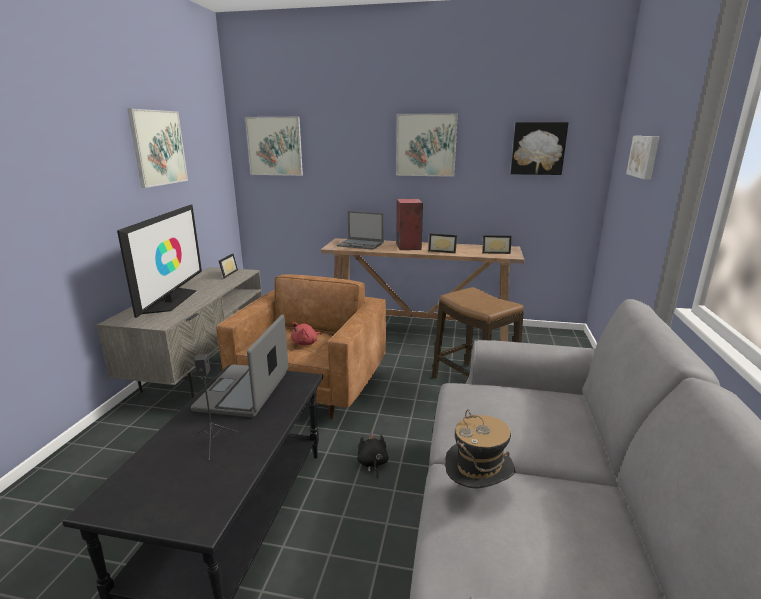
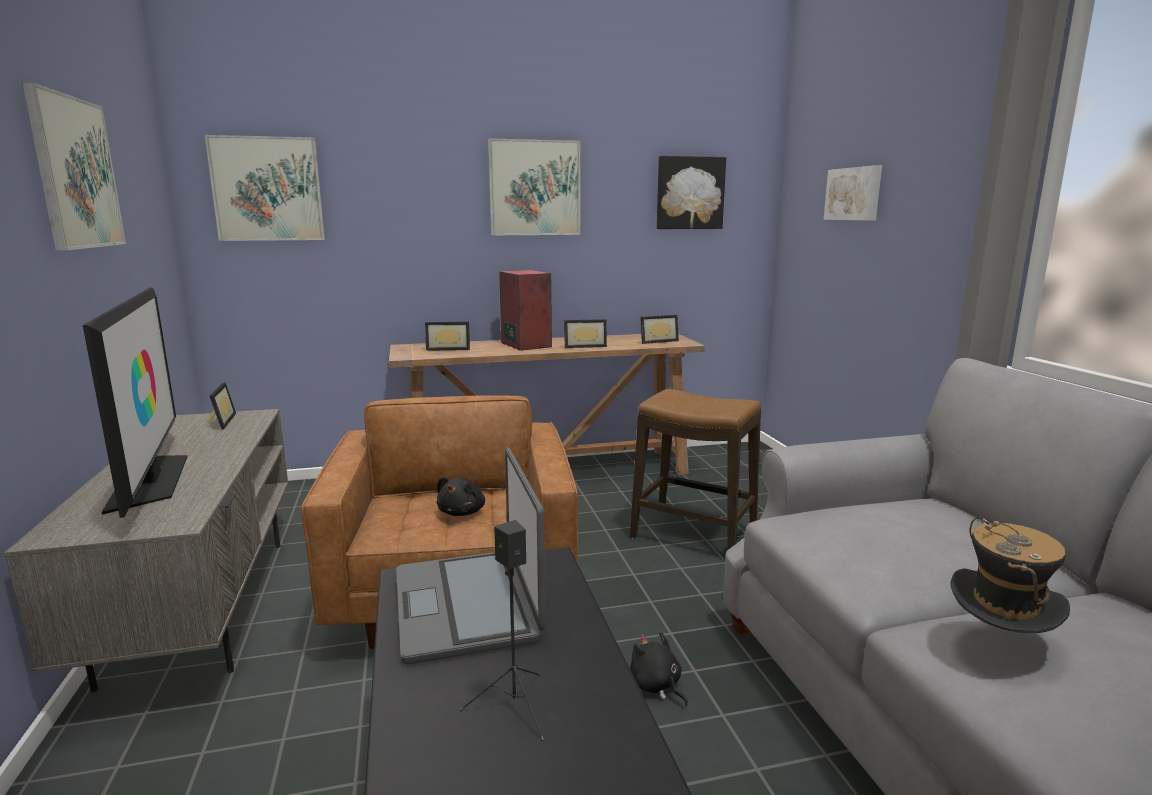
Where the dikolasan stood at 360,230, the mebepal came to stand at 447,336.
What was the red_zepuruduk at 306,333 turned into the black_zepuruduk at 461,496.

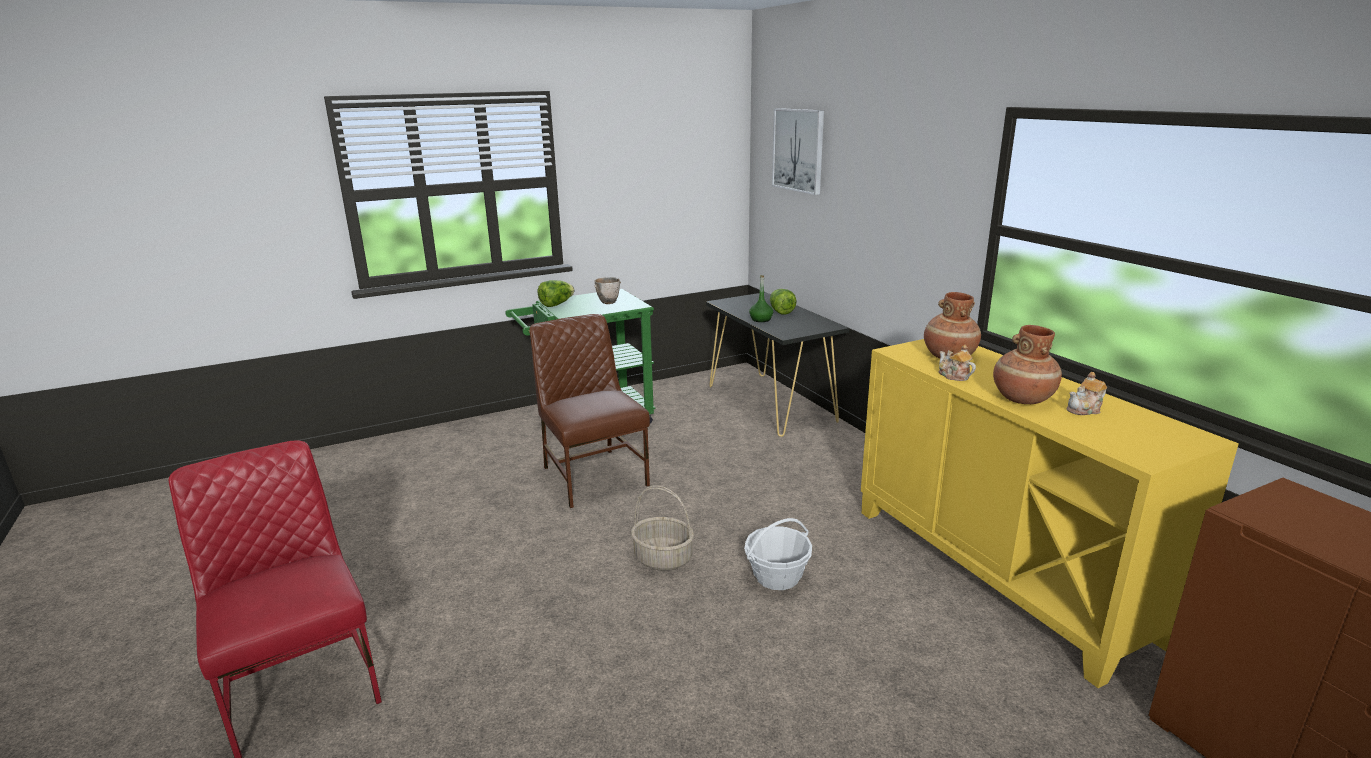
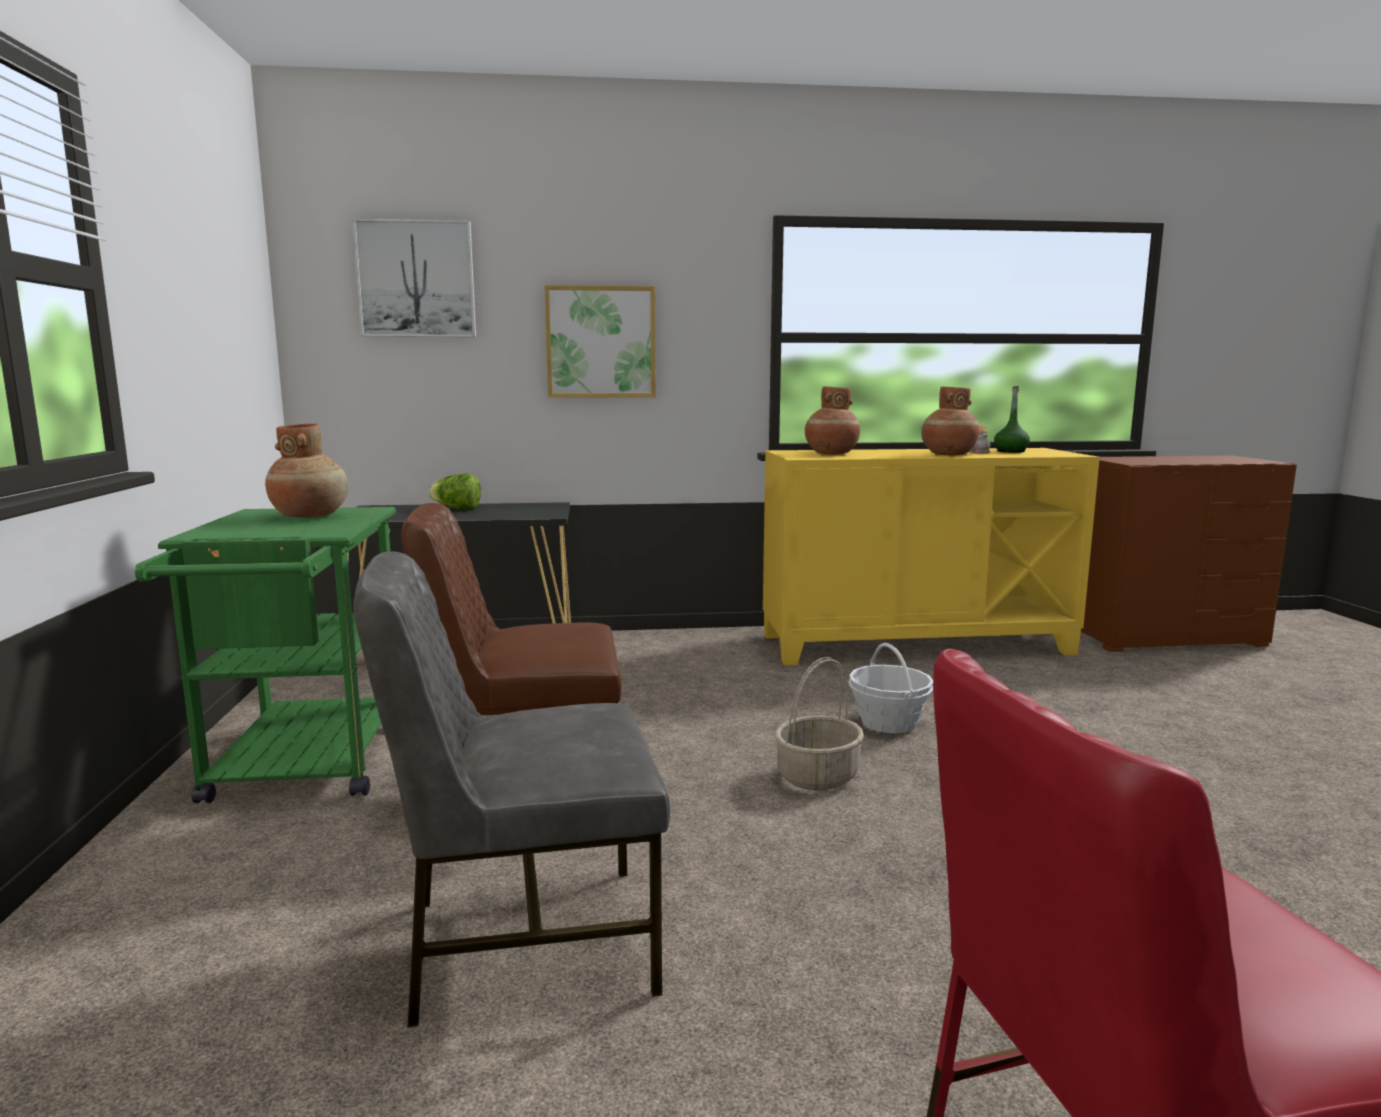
The second view lost the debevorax at 556,293.
The second view lost the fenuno at 957,362.
The second view gained the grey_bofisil at 511,790.
The second view gained the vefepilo at 600,341.
The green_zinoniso ended up elsewhere, having gone from 761,298 to 1012,419.
Where the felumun stood at 607,290, the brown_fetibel came to stand at 306,470.

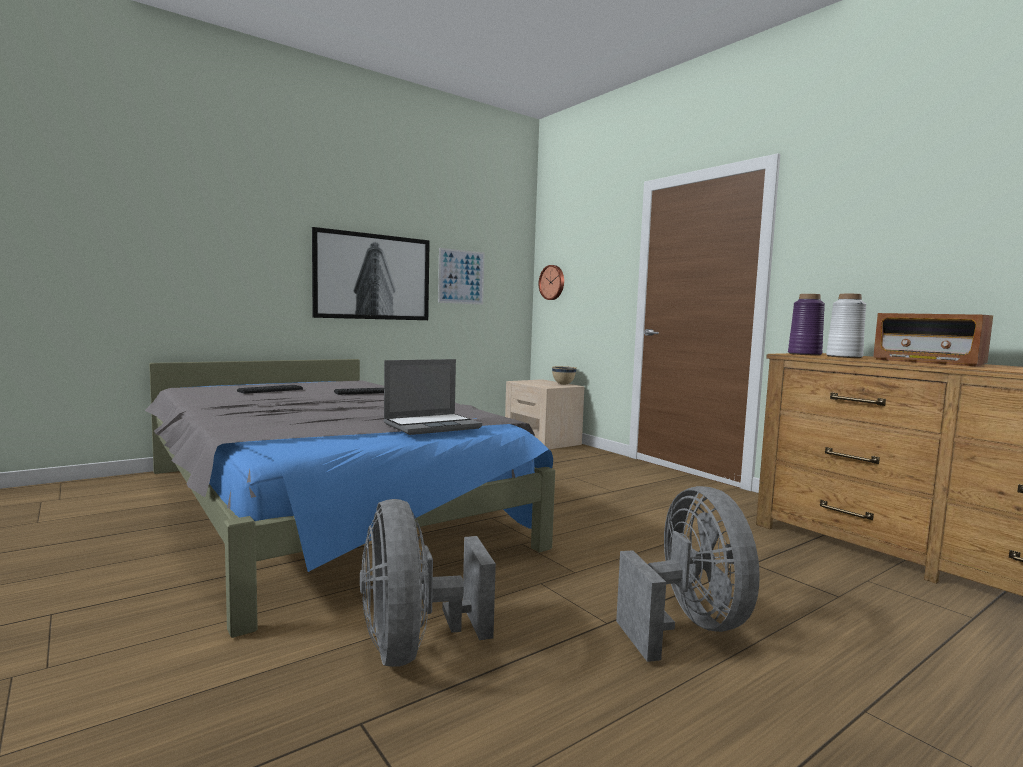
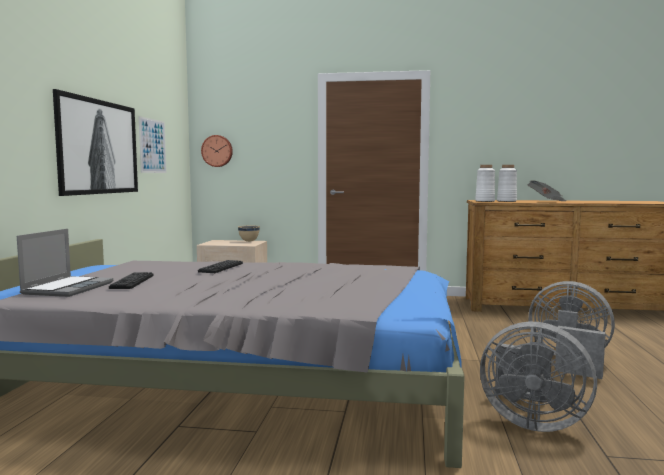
The dikolasan ended up elsewhere, having gone from 432,397 to 65,263.
Where the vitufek stood at 933,339, the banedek came to stand at 546,190.
What was the purple_fetibel at 806,325 turned into the white_fetibel at 485,183.

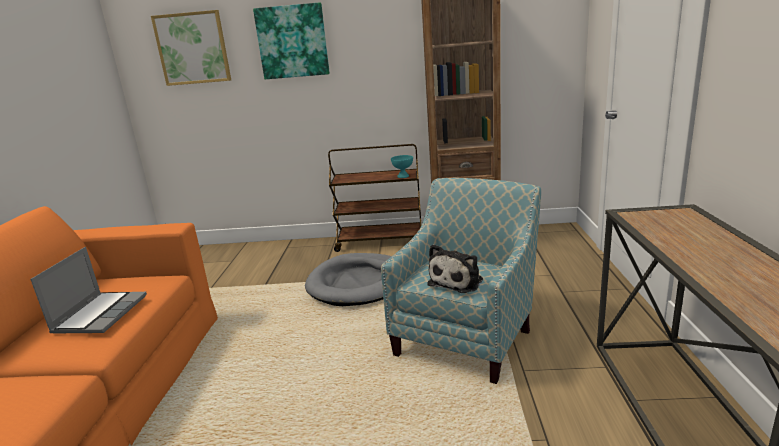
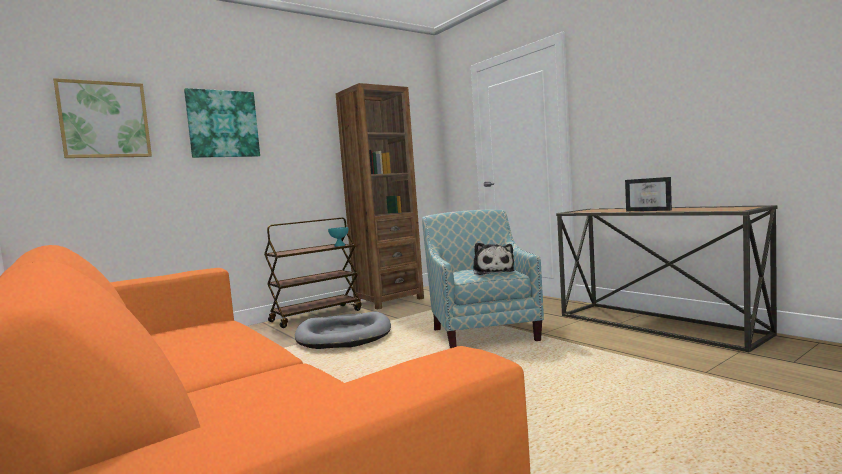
The second view lost the dikolasan at 88,290.
The second view gained the mebepal at 648,194.

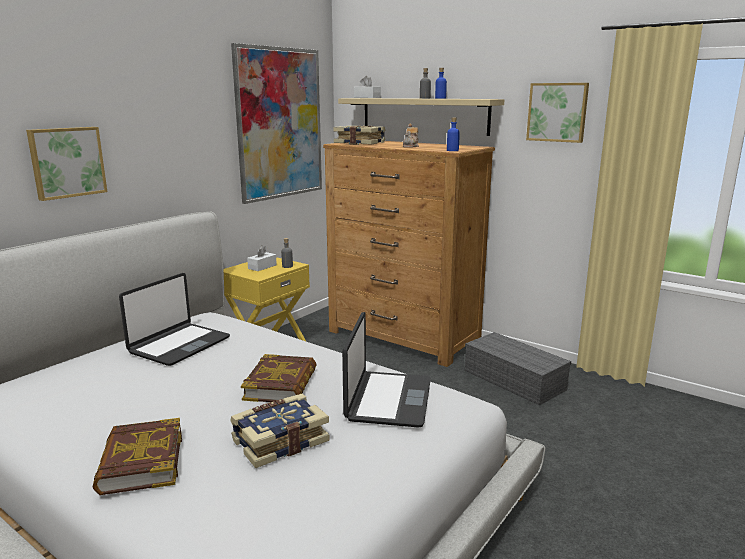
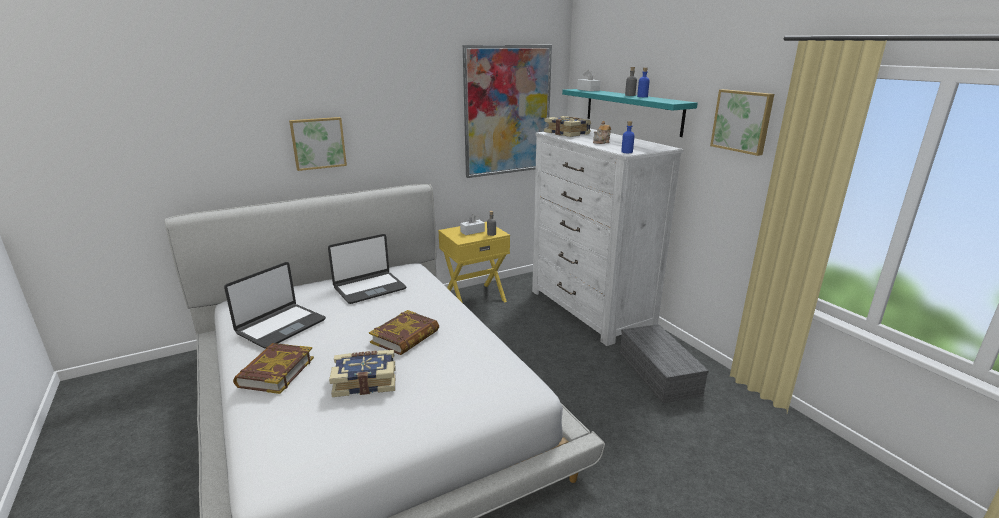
The dikolasan ended up elsewhere, having gone from 386,370 to 275,305.
What was the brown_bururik at 409,254 turned into the white_bururik at 607,237.
What was the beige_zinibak at 421,117 turned into the turquoise_zinibak at 630,113.

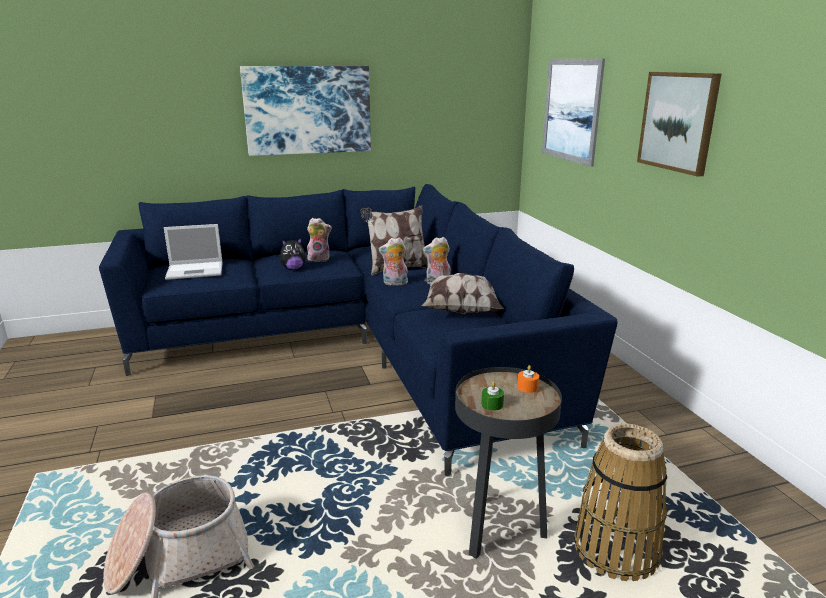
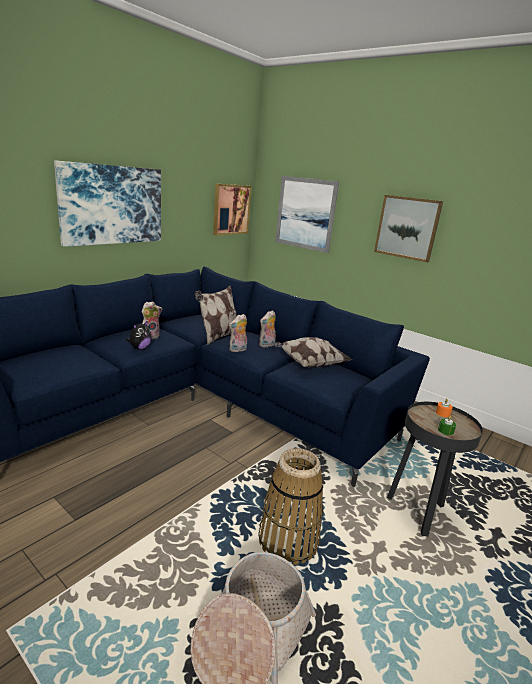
The second view lost the dikolasan at 193,252.
The second view gained the vefepilo at 232,209.
The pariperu ended up elsewhere, having gone from 620,502 to 290,506.

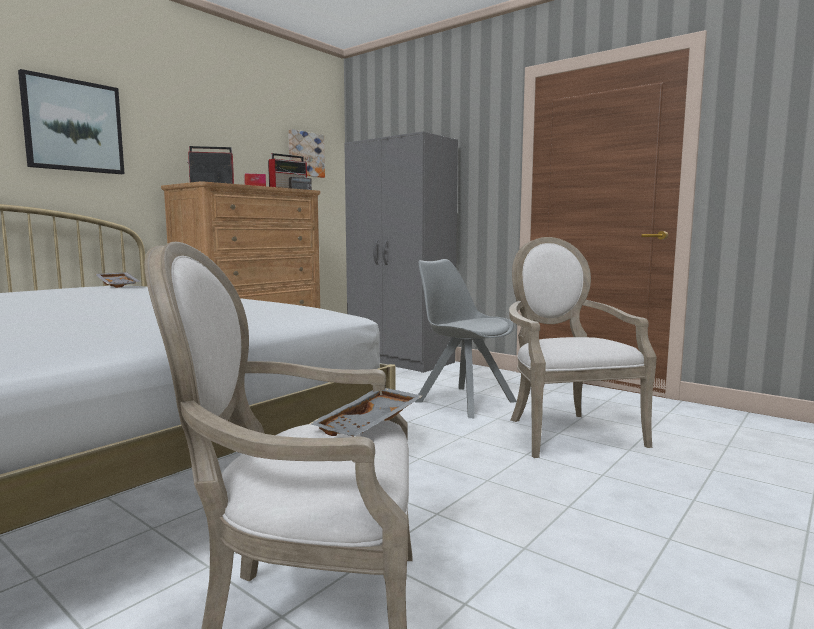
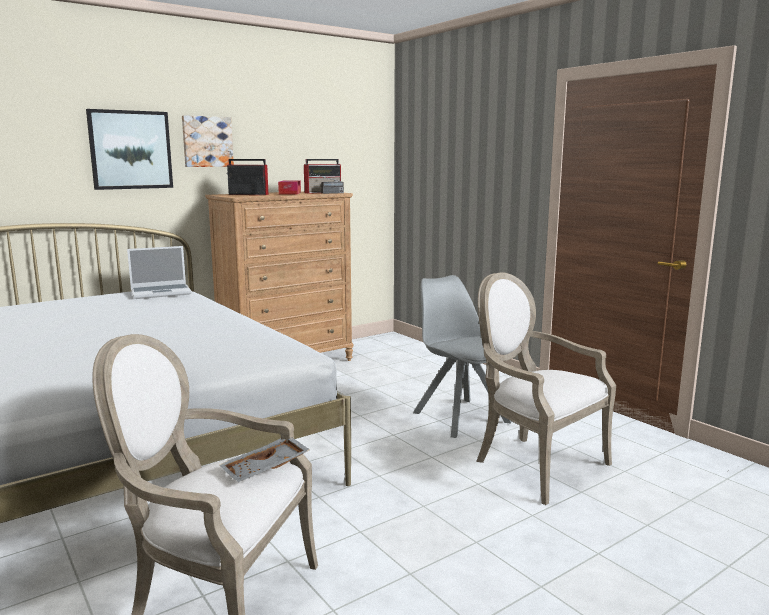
The second view lost the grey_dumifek at 401,252.
The vefepilo ended up elsewhere, having gone from 306,153 to 208,141.
Where the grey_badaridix stood at 117,280, the dikolasan came to stand at 159,272.
The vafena at 583,347 ended up facing another way, 45 degrees counterclockwise from before.

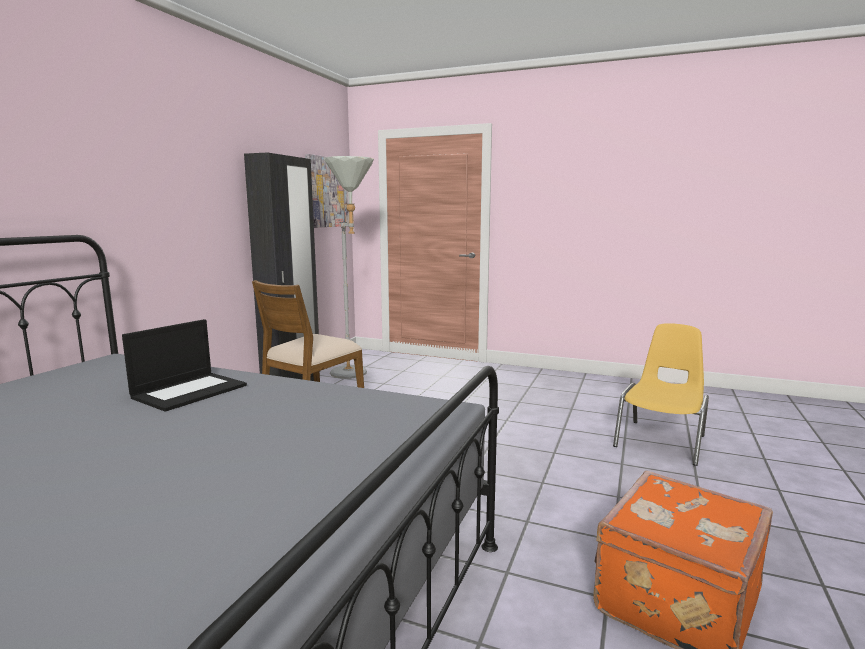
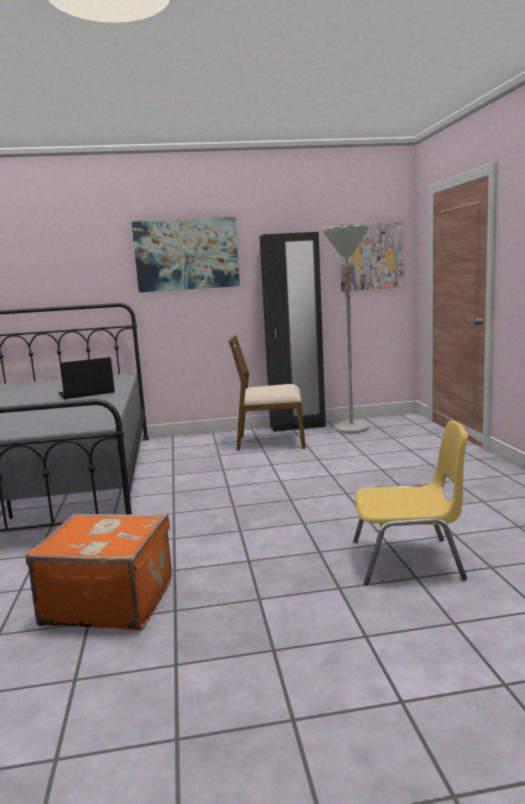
The second view gained the vefepilo at 186,254.
The dikolasan at 184,365 ended up facing another way, 150 degrees clockwise from before.

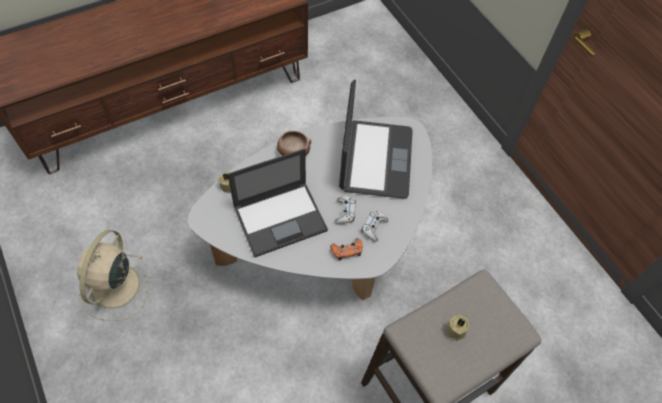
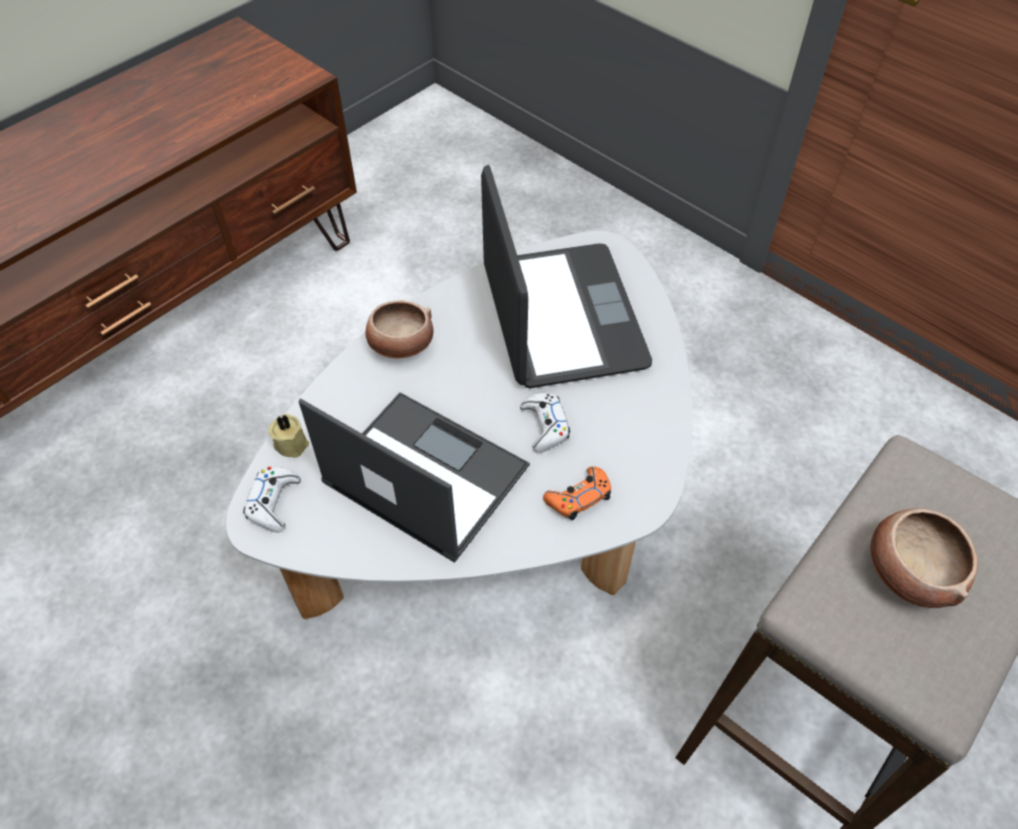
The second view lost the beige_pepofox at 113,275.
The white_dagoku ended up elsewhere, having gone from 374,226 to 272,500.
Where the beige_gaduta stood at 457,328, the felumun came to stand at 924,558.
The dikolasan at 277,202 ended up facing another way, 105 degrees counterclockwise from before.

